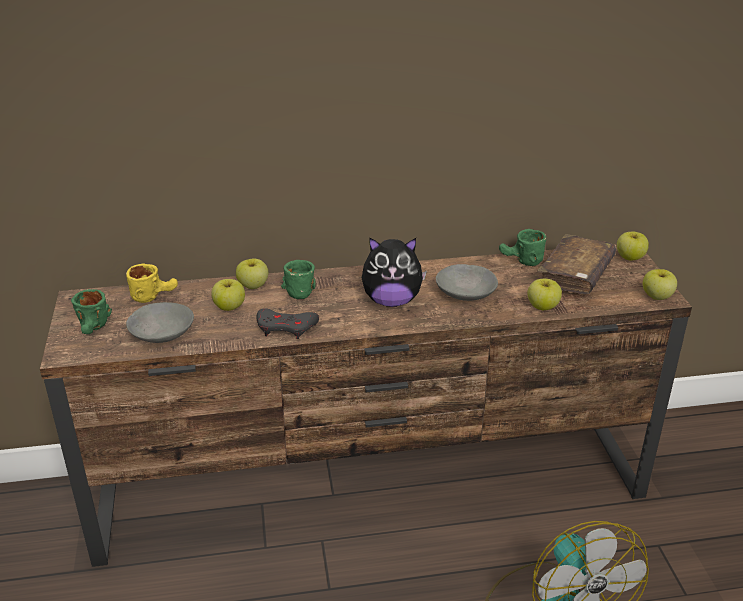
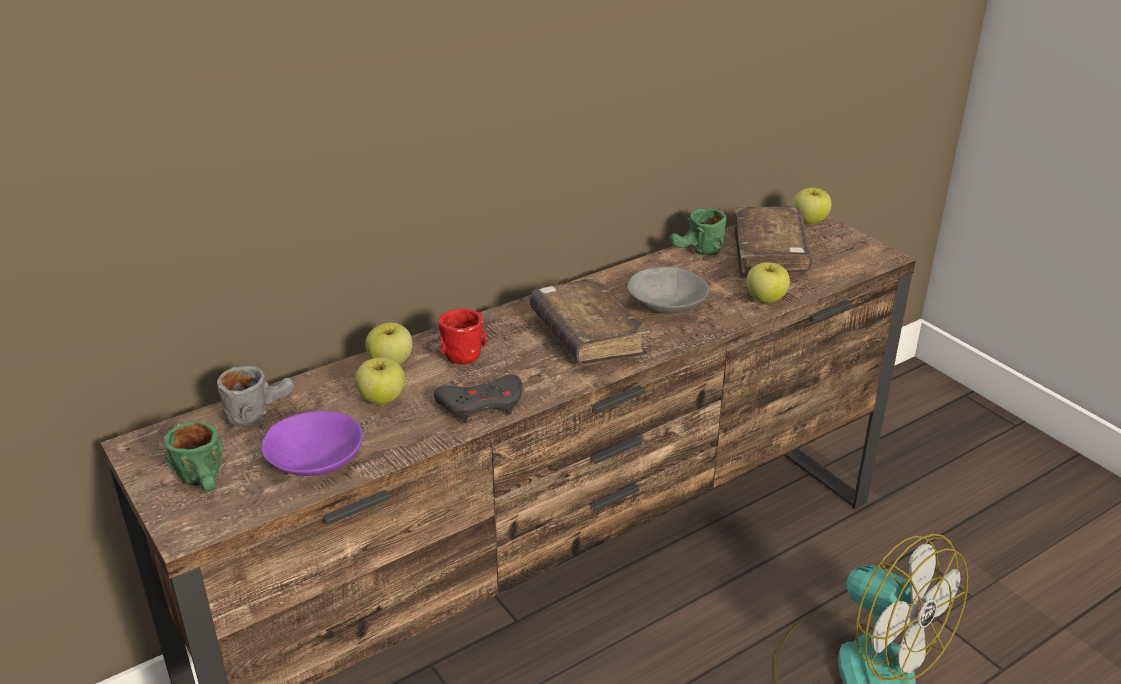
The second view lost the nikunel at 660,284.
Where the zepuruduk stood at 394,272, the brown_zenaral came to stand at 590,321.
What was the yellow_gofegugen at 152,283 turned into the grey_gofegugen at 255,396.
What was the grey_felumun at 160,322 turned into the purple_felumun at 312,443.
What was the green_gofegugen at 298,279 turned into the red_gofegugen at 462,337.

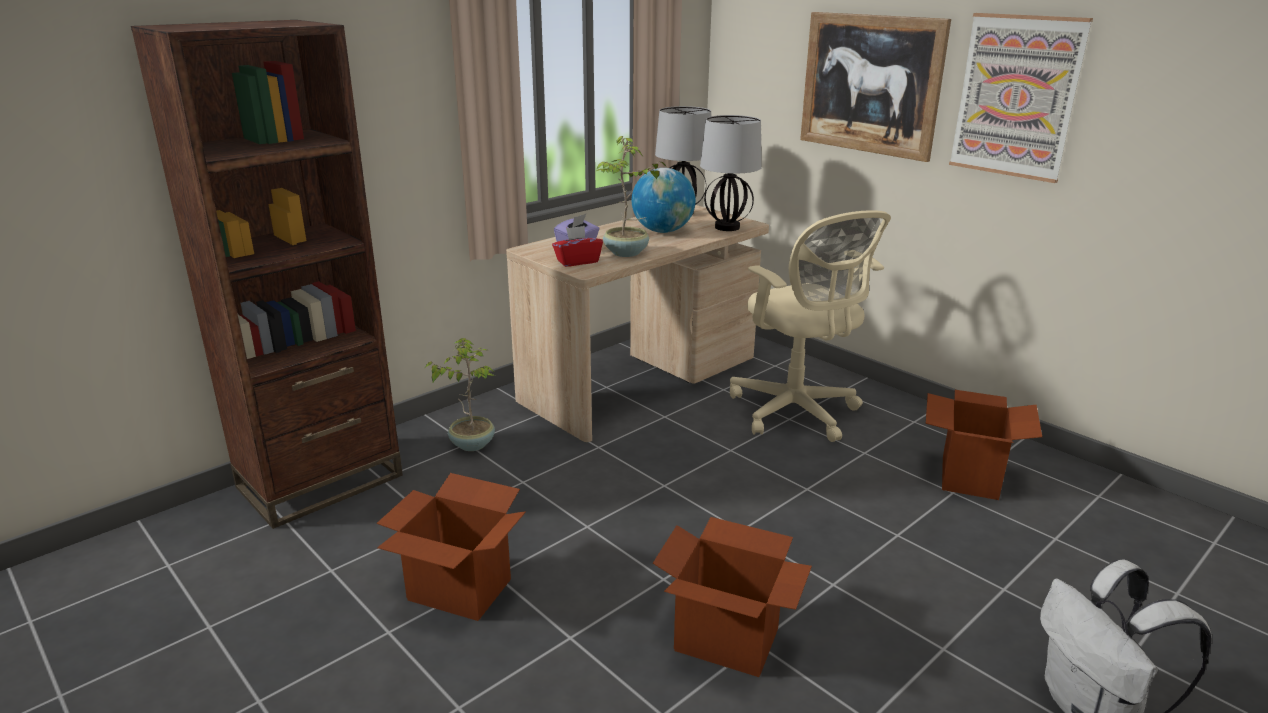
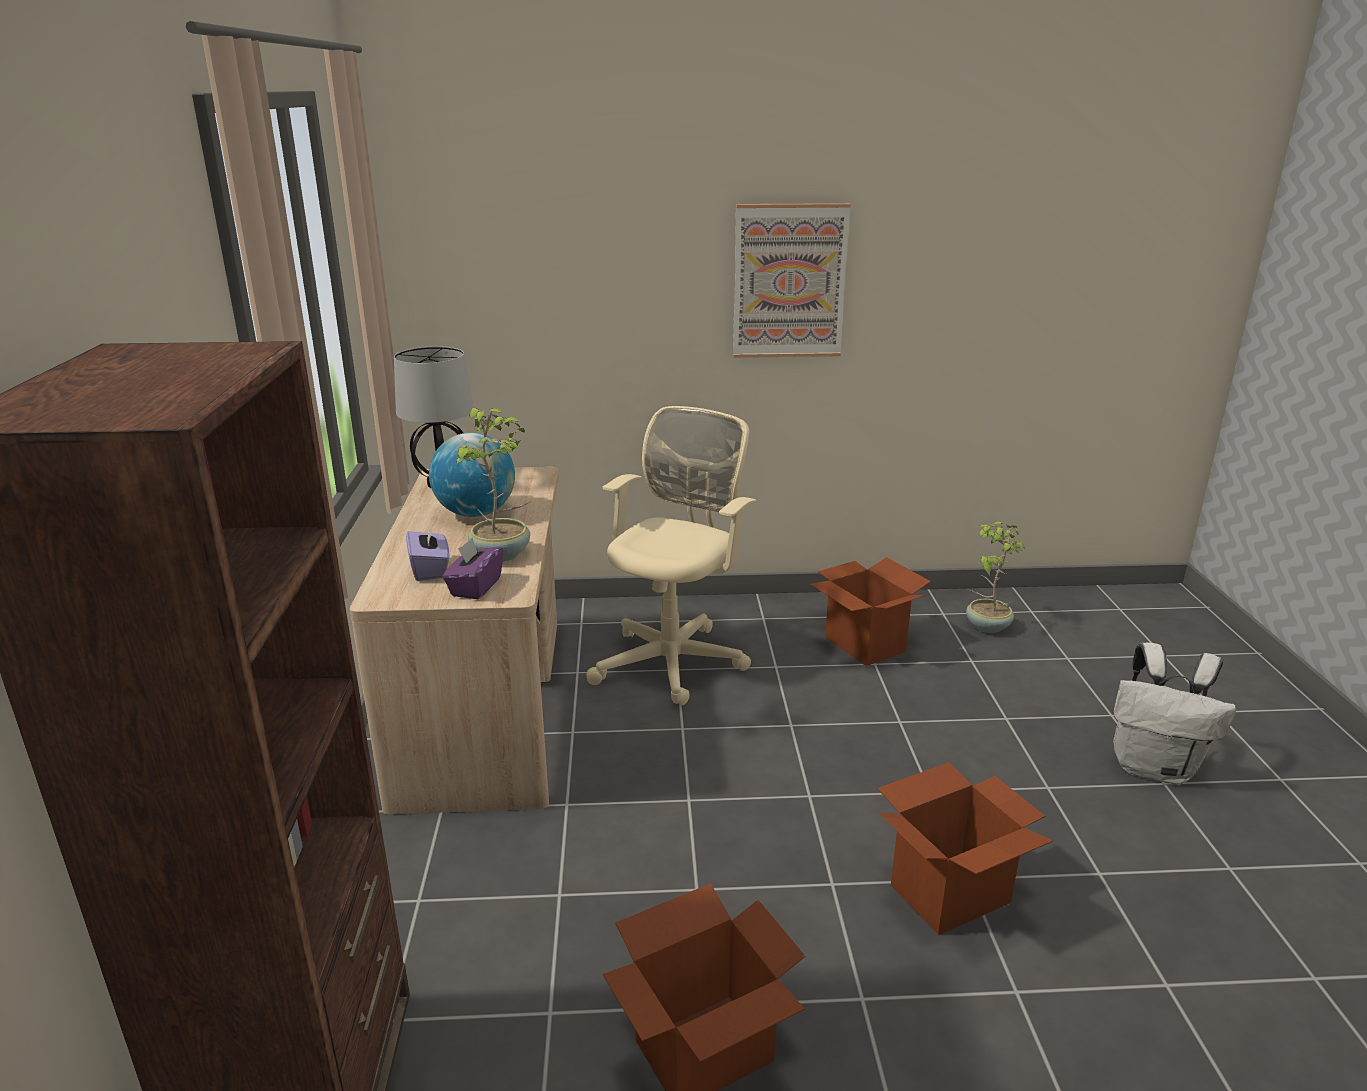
The second view lost the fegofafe at 731,173.
The second view lost the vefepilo at 875,87.
The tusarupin ended up elsewhere, having gone from 460,394 to 996,577.
What was the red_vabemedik at 577,246 turned into the purple_vabemedik at 472,568.
The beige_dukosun at 810,326 ended up facing another way, 75 degrees counterclockwise from before.

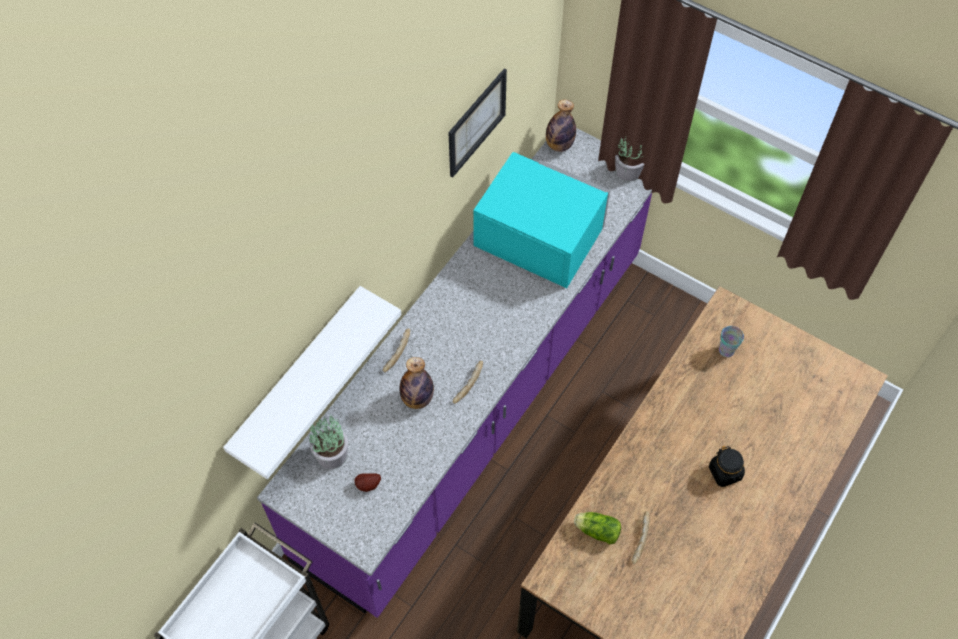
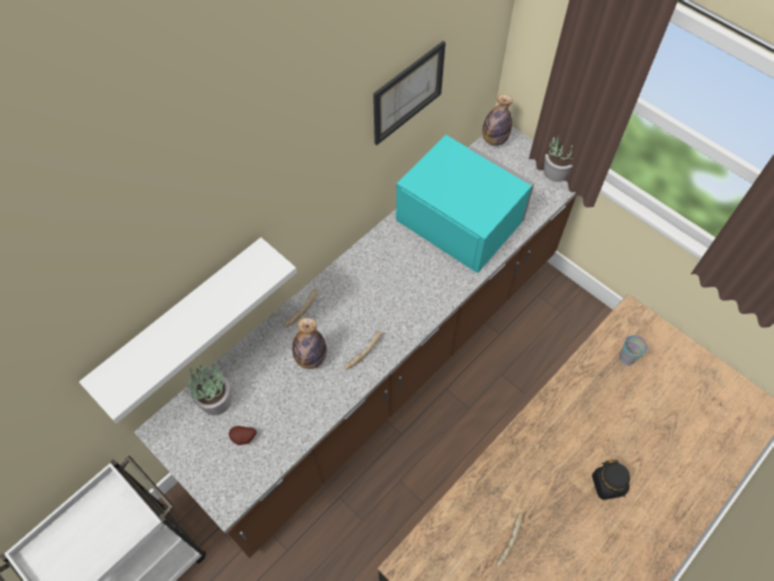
The second view lost the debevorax at 597,528.
What was the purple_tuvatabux at 454,373 turned into the brown_tuvatabux at 355,342.

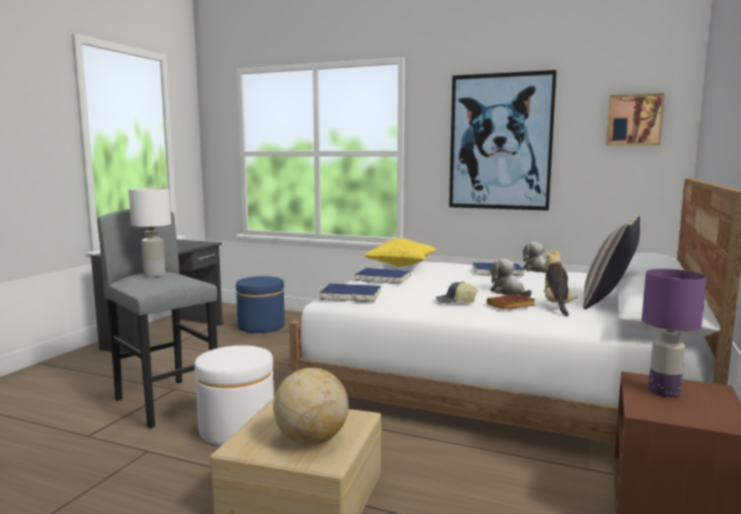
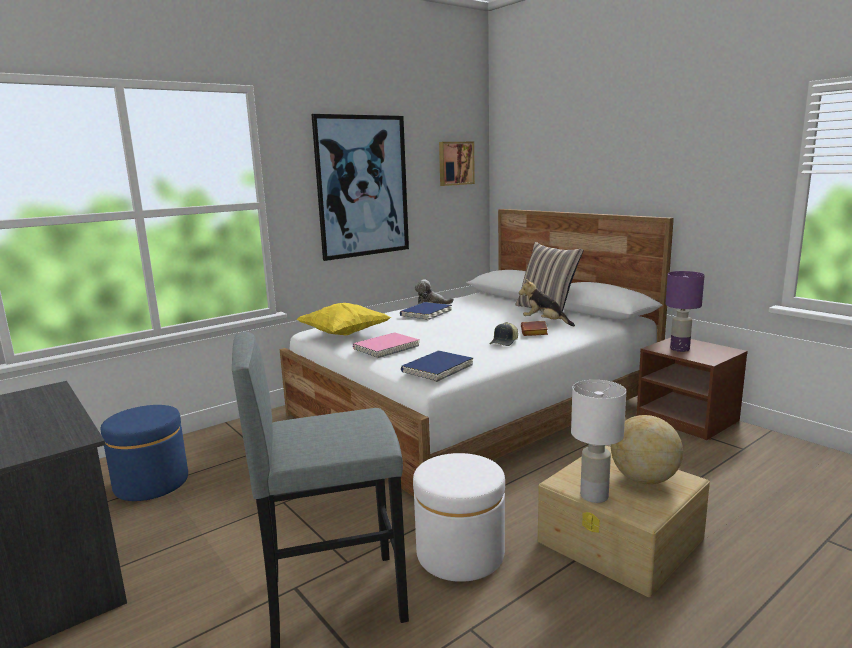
The second view lost the zepuruduk at 511,278.
The white_fegofafe ended up elsewhere, having gone from 149,232 to 598,441.
What was the blue_zenaral at 382,276 turned into the pink_zenaral at 386,345.

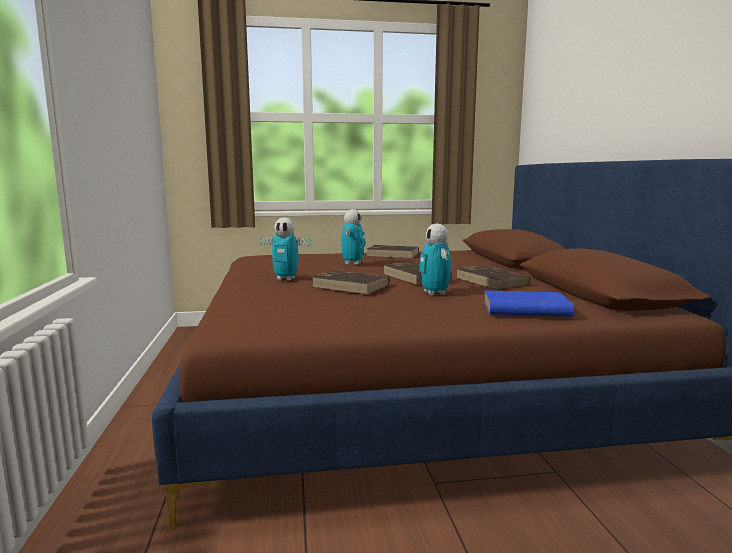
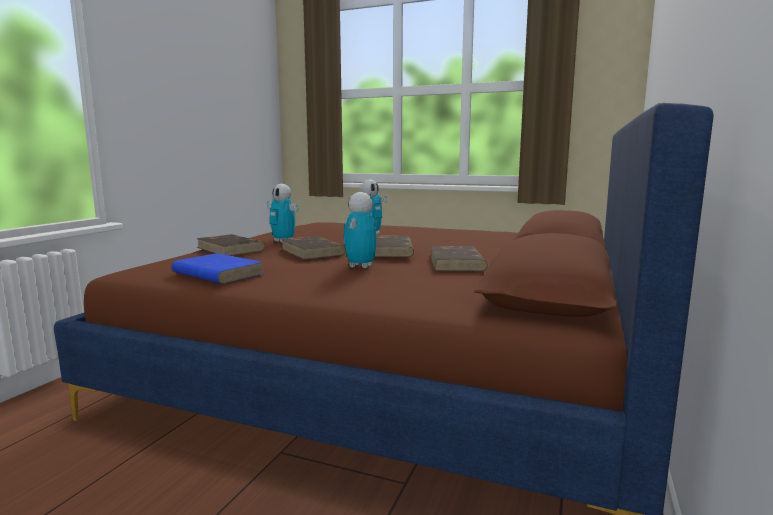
The brown_zenaral ended up elsewhere, having gone from 393,251 to 230,245.
The blue_zenaral ended up elsewhere, having gone from 528,303 to 217,268.

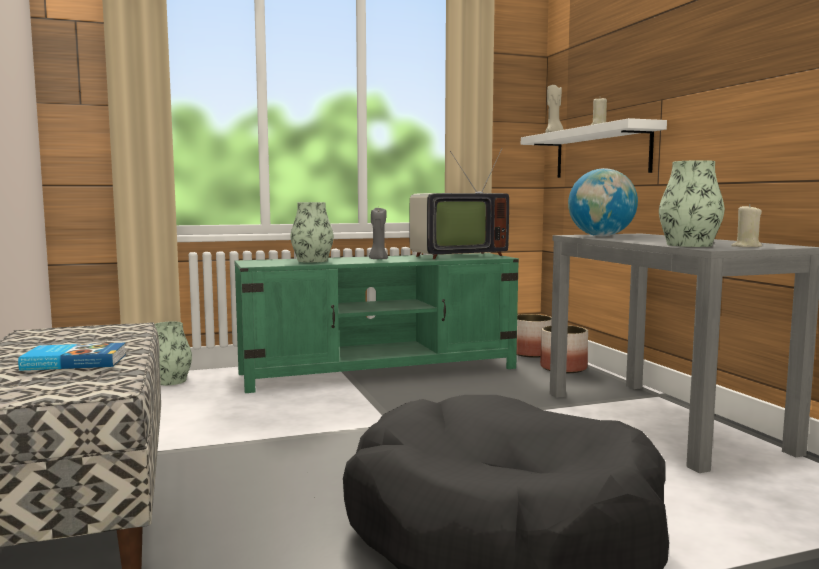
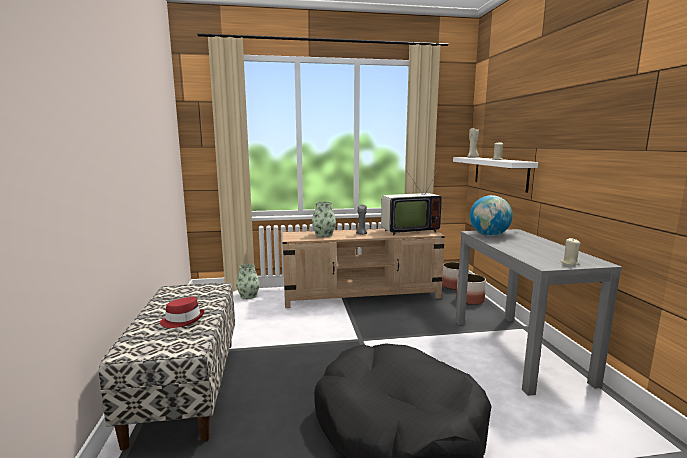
The second view lost the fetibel at 692,203.
Where the zenaral stood at 72,357, the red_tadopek came to stand at 181,312.
What was the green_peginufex at 376,323 turned into the beige_peginufex at 363,268.

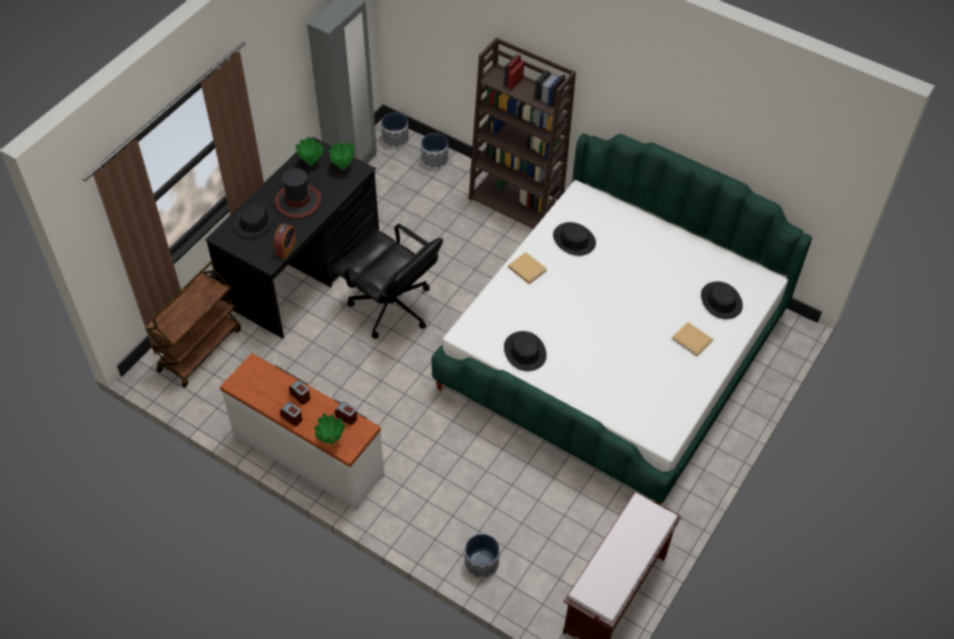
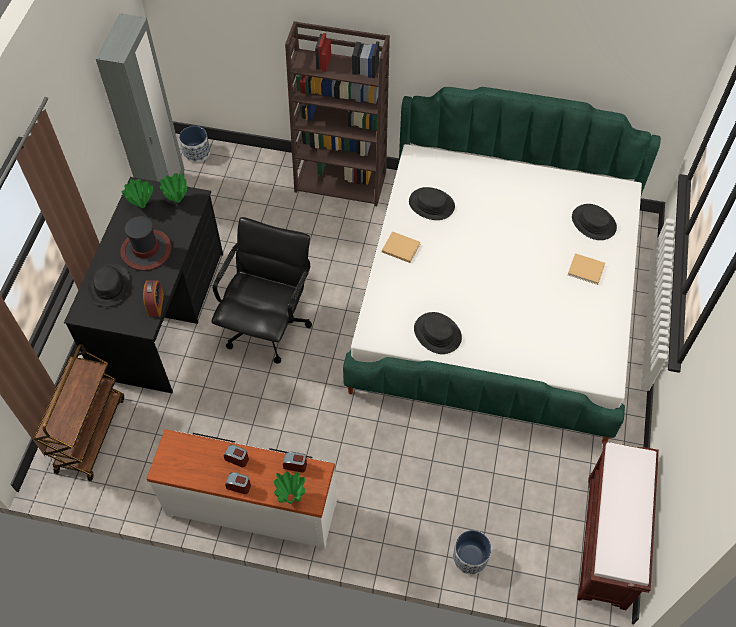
The second view lost the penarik at 434,151.
The black_dukosun at 388,281 ended up facing another way, 90 degrees counterclockwise from before.

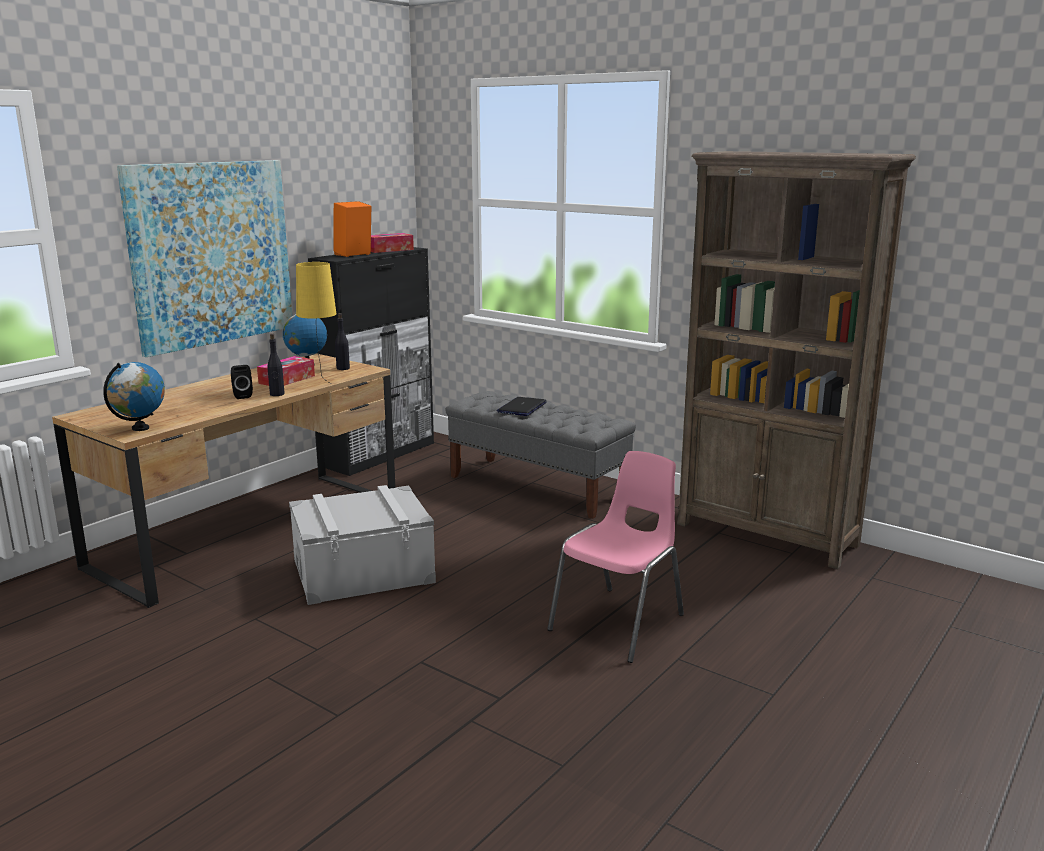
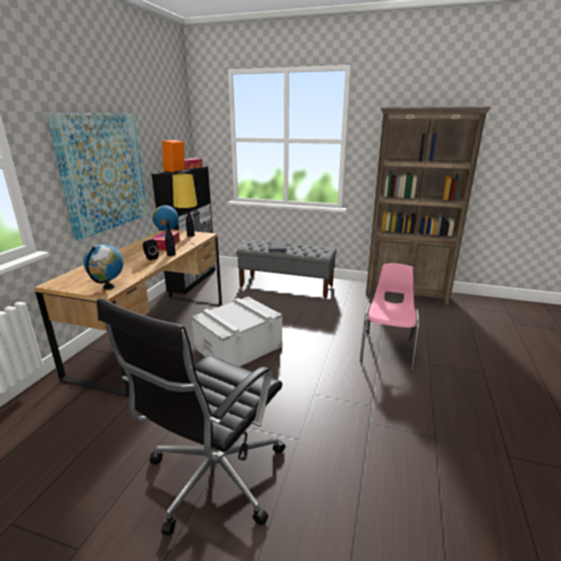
The second view gained the black_dukosun at 191,417.

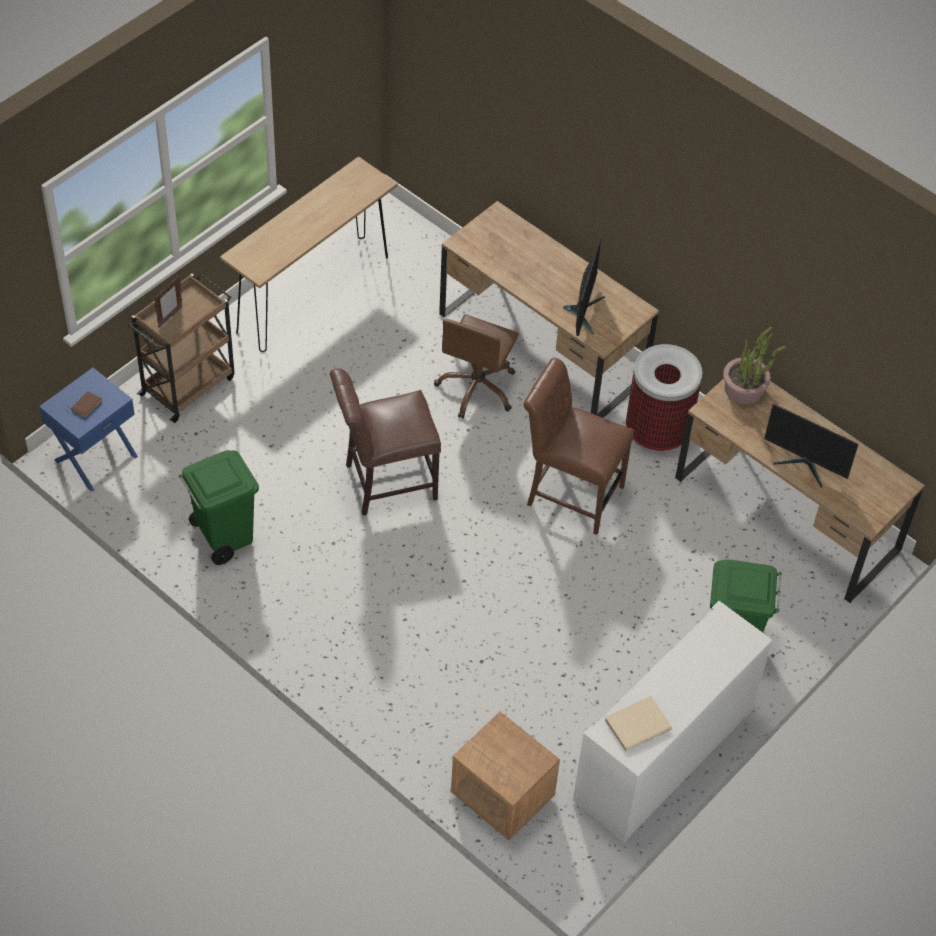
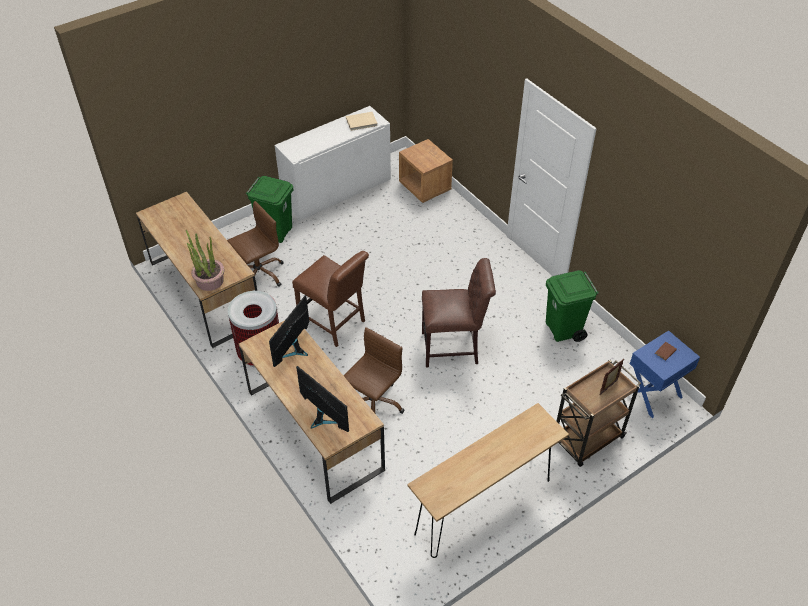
The second view gained the brown_dukosun at 255,244.
The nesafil ended up elsewhere, having gone from 811,446 to 322,399.

